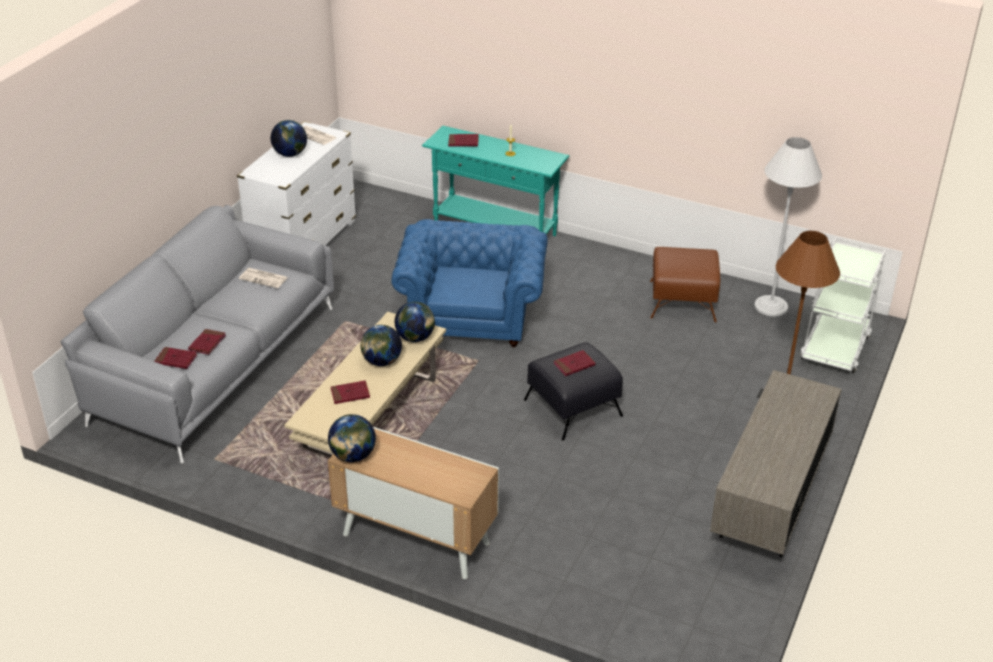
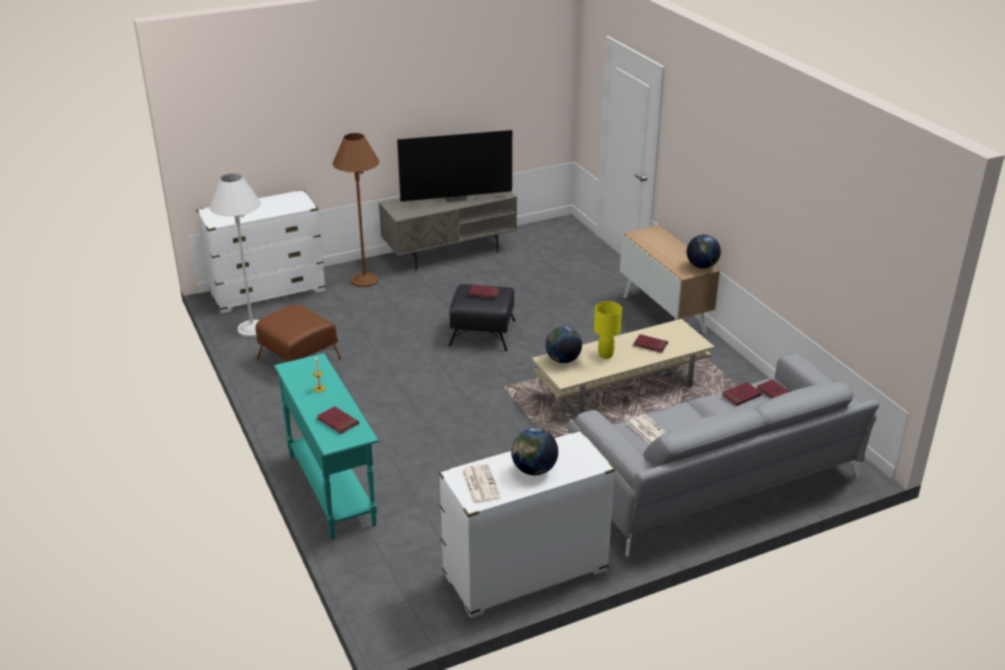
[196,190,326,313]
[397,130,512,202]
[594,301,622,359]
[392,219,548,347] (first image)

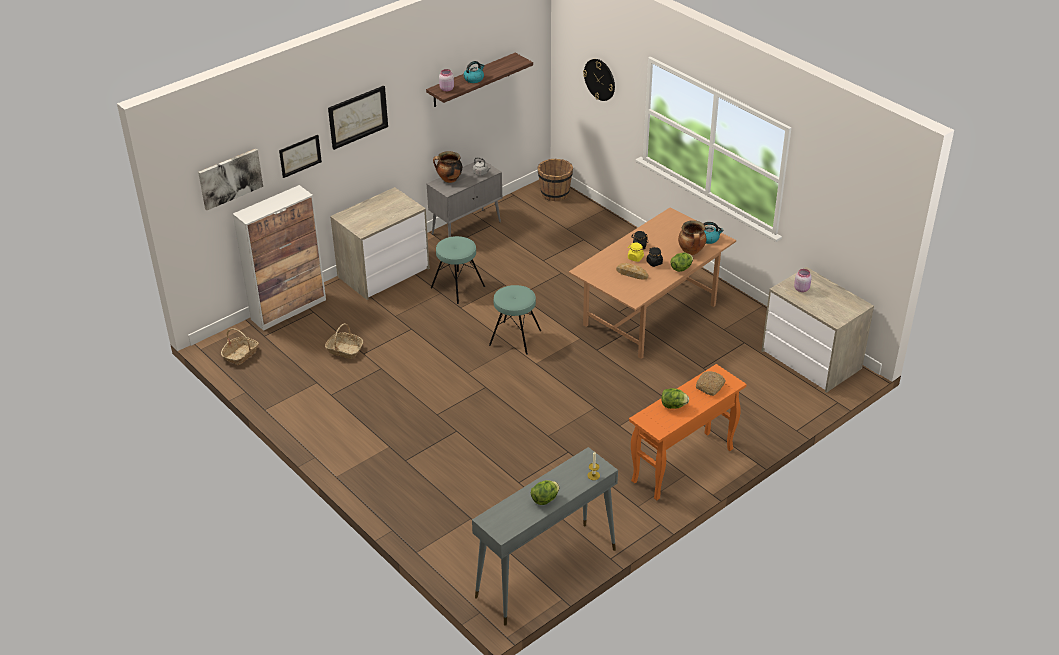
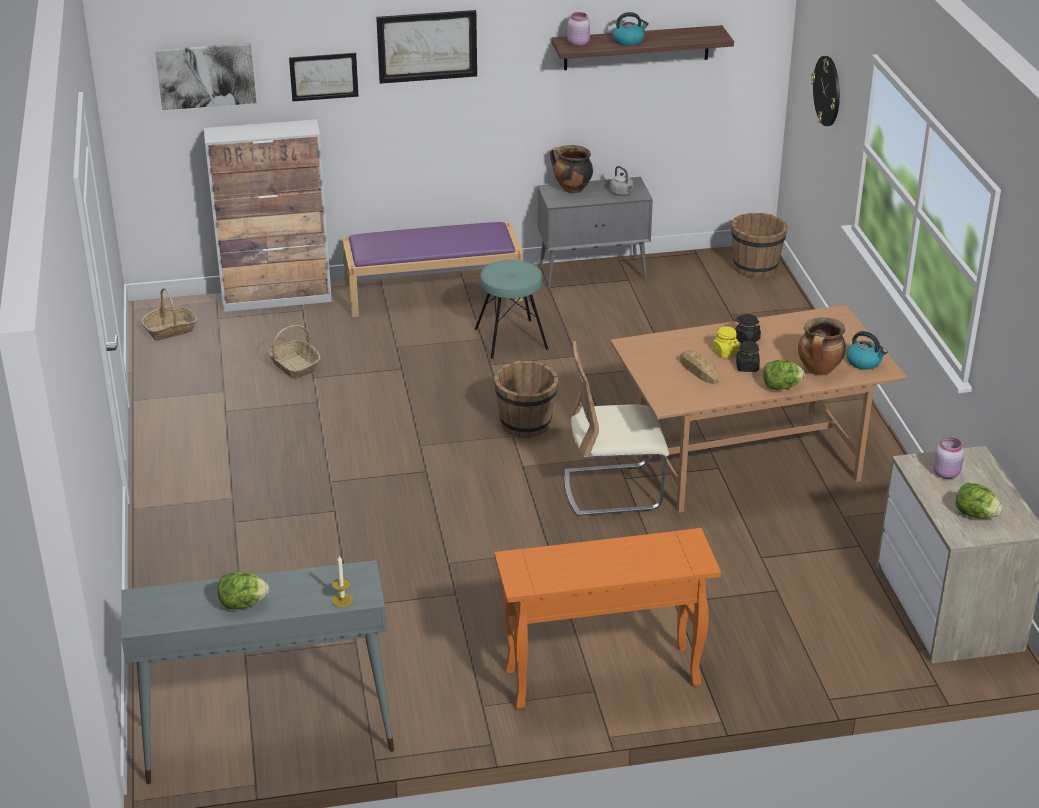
[342,222,523,317]
[494,360,558,438]
[565,341,669,516]
[956,483,1002,519]
[696,371,725,396] (first image)

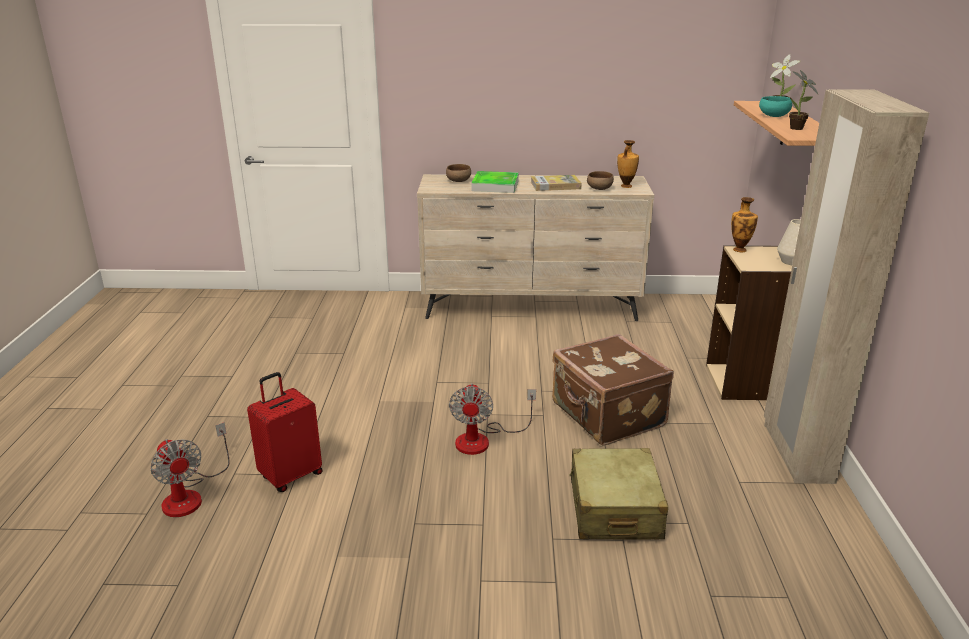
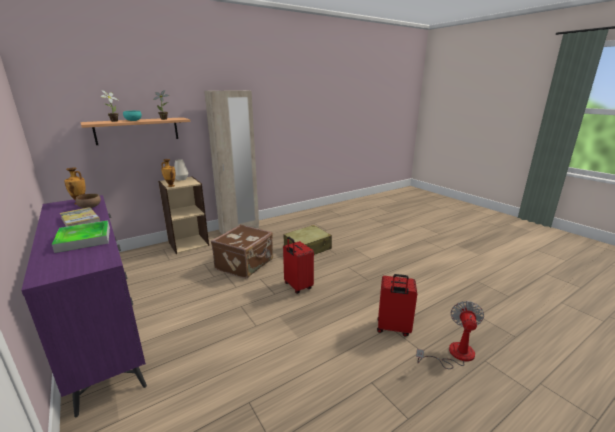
[21,195,147,418]
[283,236,314,294]
[446,164,471,182] (first image)

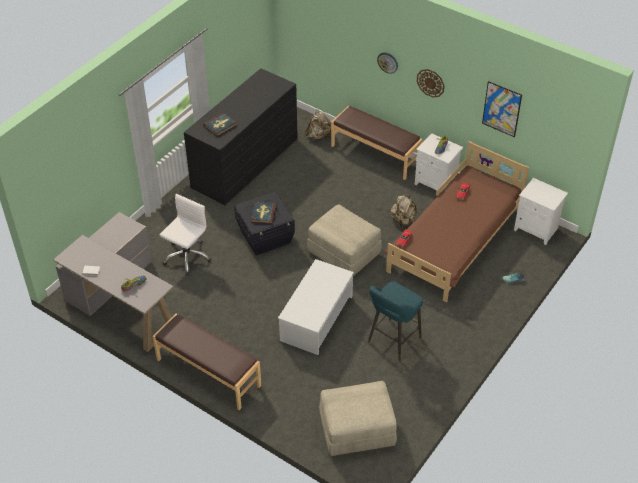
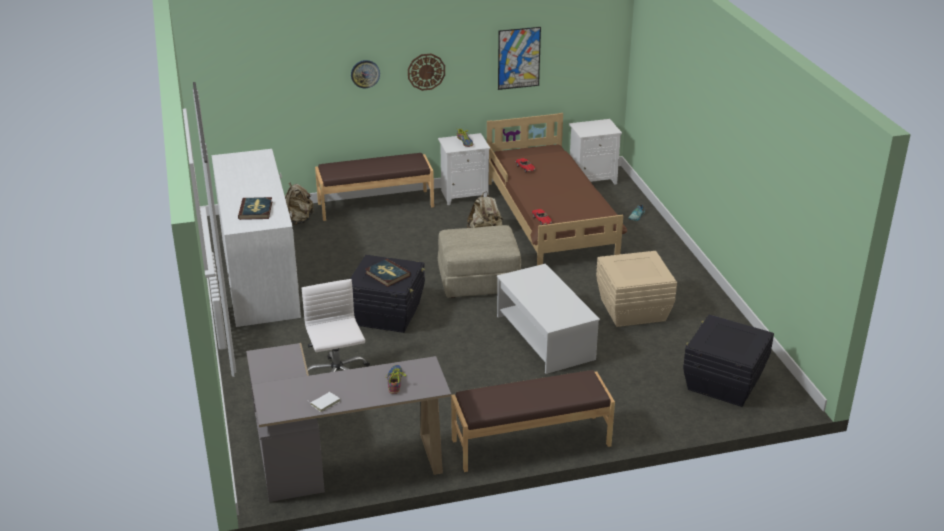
[212,149,301,327]
[596,251,677,327]
[683,315,774,407]

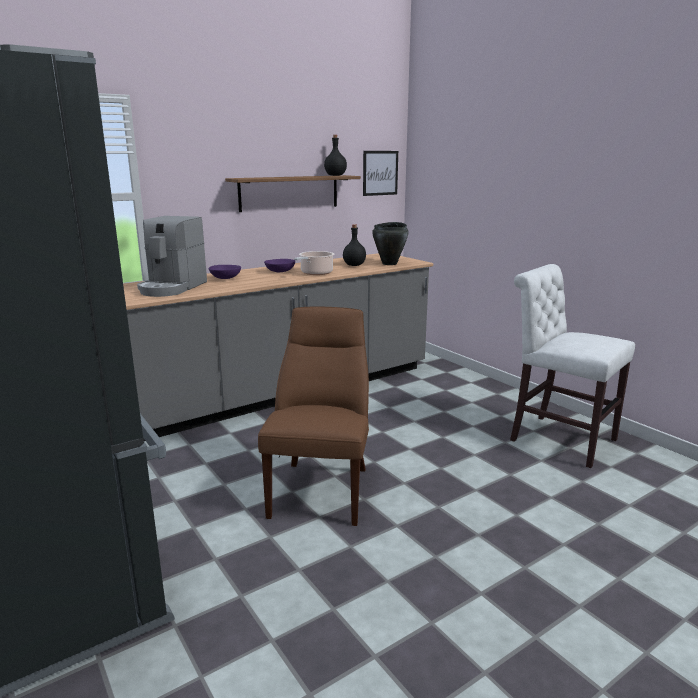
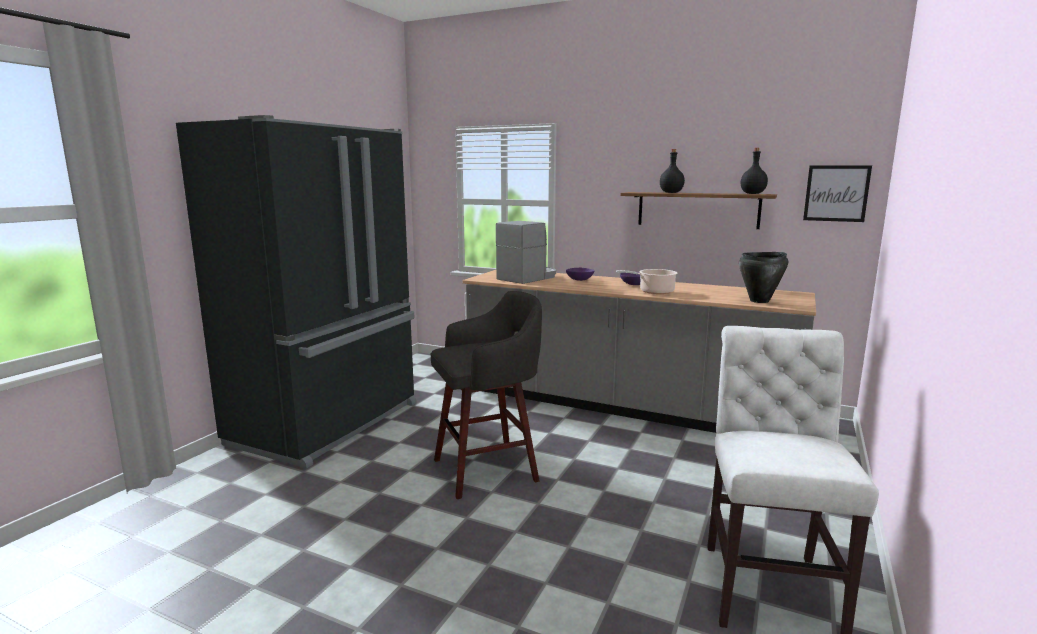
[431,291,542,499]
[496,221,556,284]
[660,149,685,193]

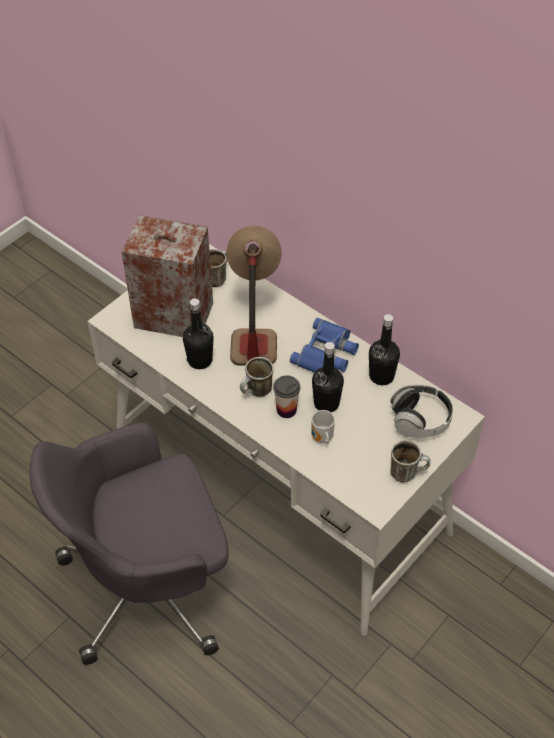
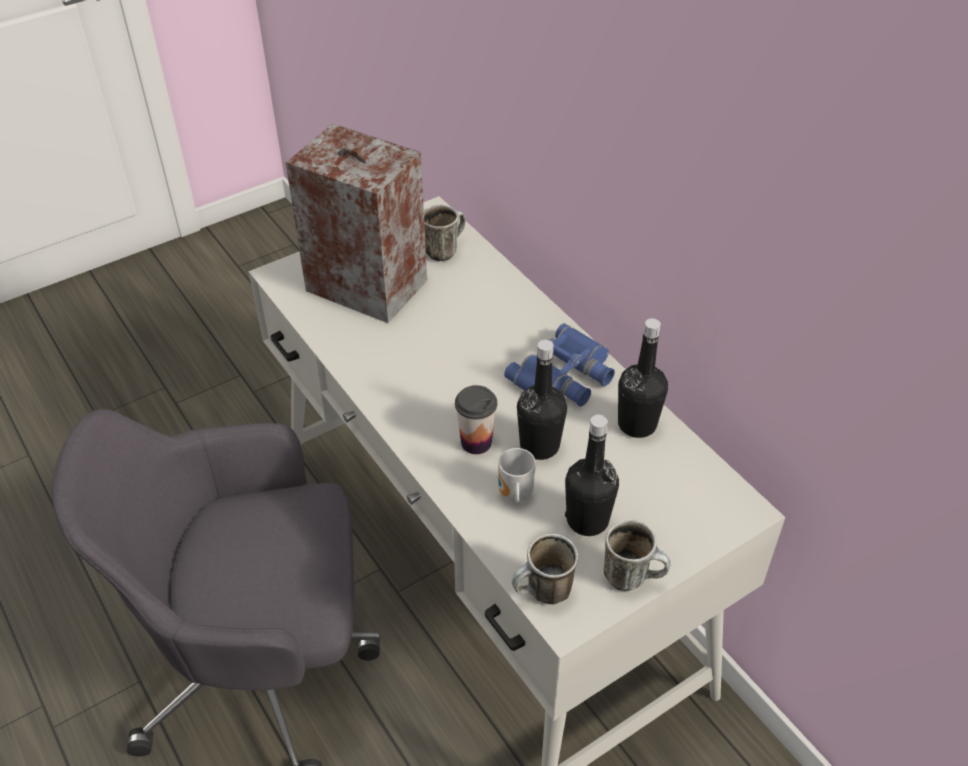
[512,533,578,605]
[565,415,619,536]
[226,225,282,366] (first image)
[390,385,453,438] (first image)

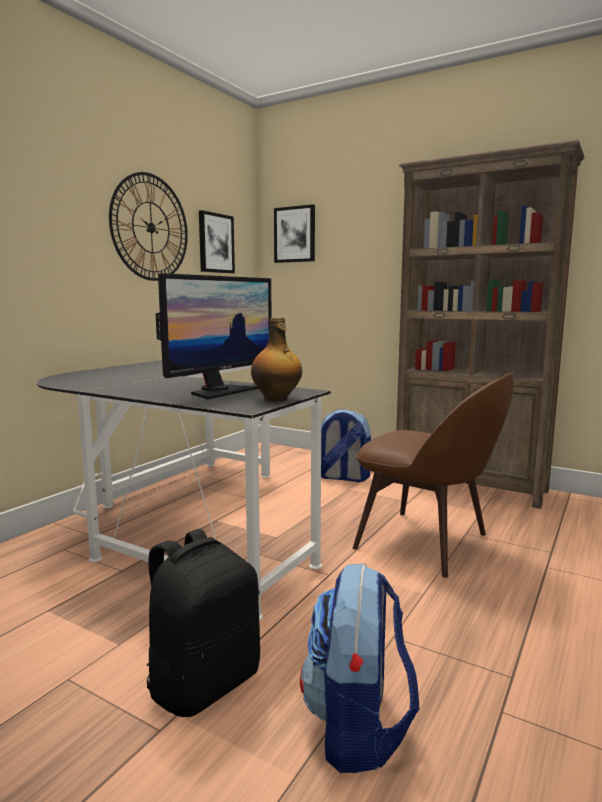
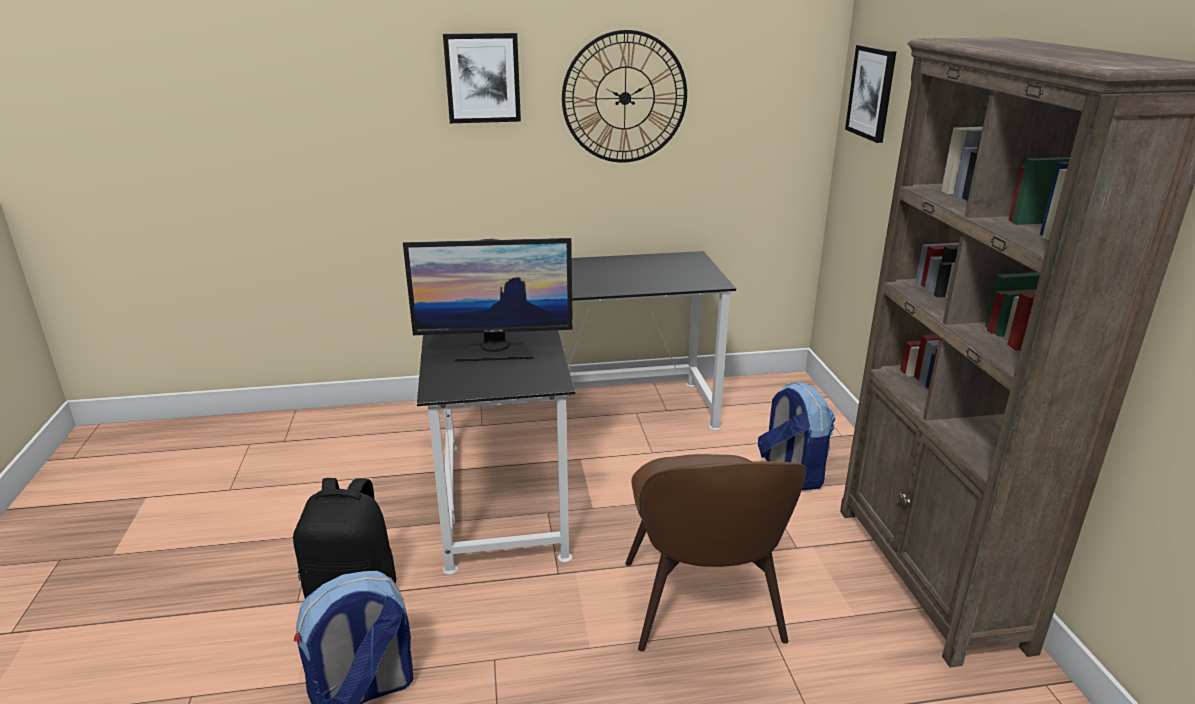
[443,33,521,123]
[251,317,302,402] (first image)

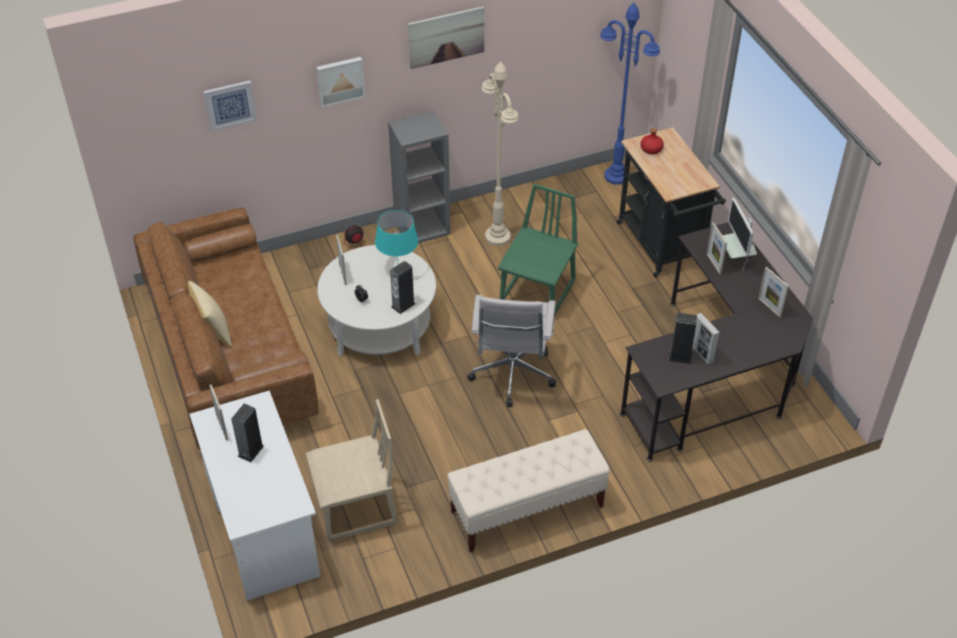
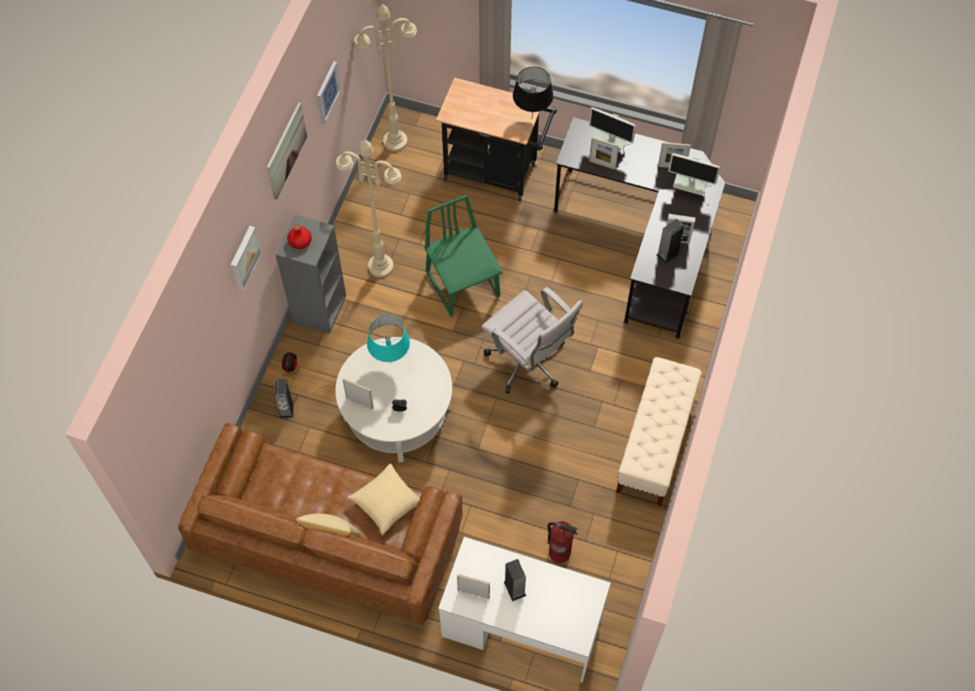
[275,379,293,418]
[287,225,312,249]
[317,61,341,125]
[347,463,420,536]
[354,4,417,152]
[513,67,553,115]
[547,521,577,563]
[668,153,720,195]

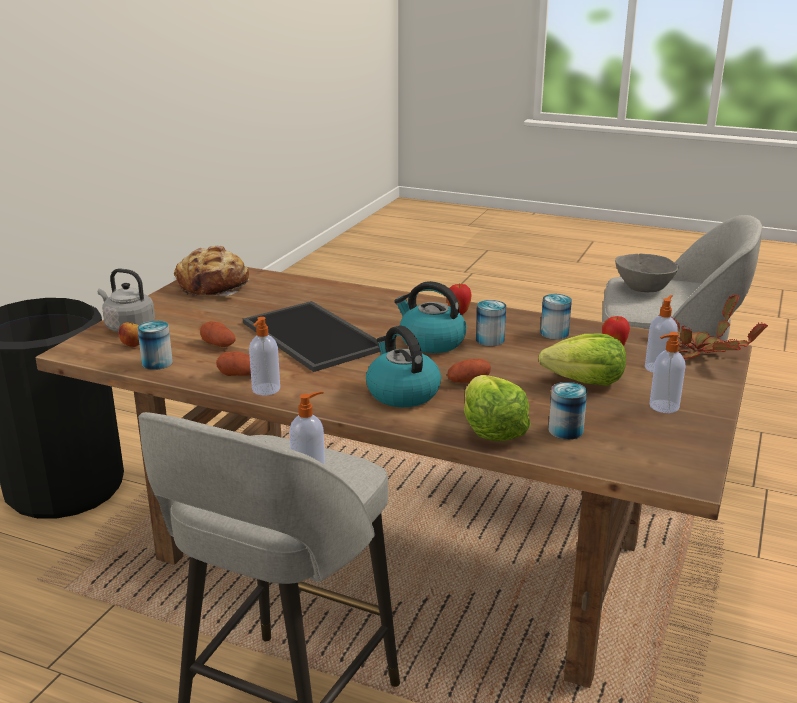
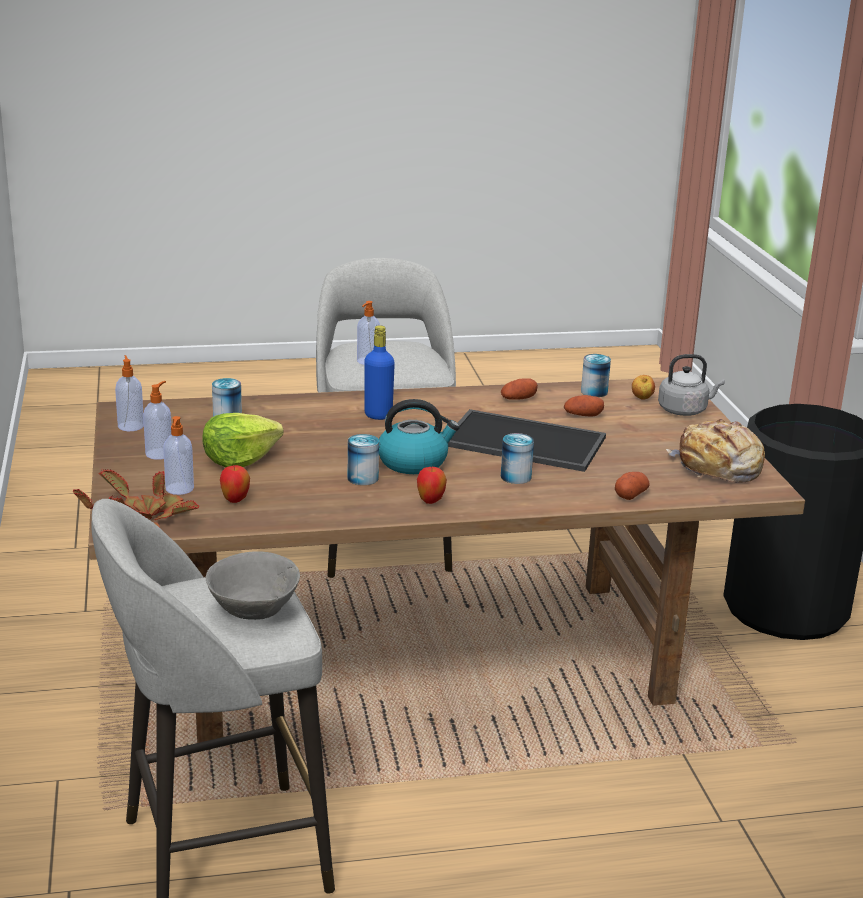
[115,355,144,431]
[364,325,395,420]
[501,433,534,484]
[615,472,650,500]
[464,375,531,441] (first image)

